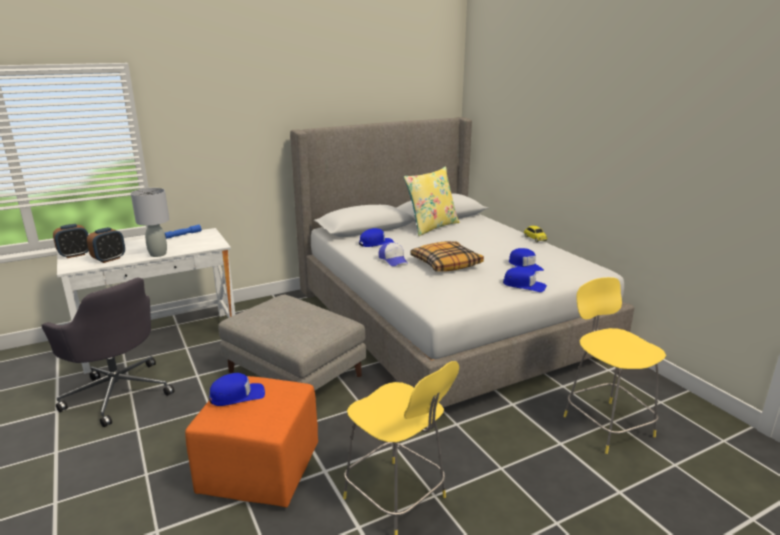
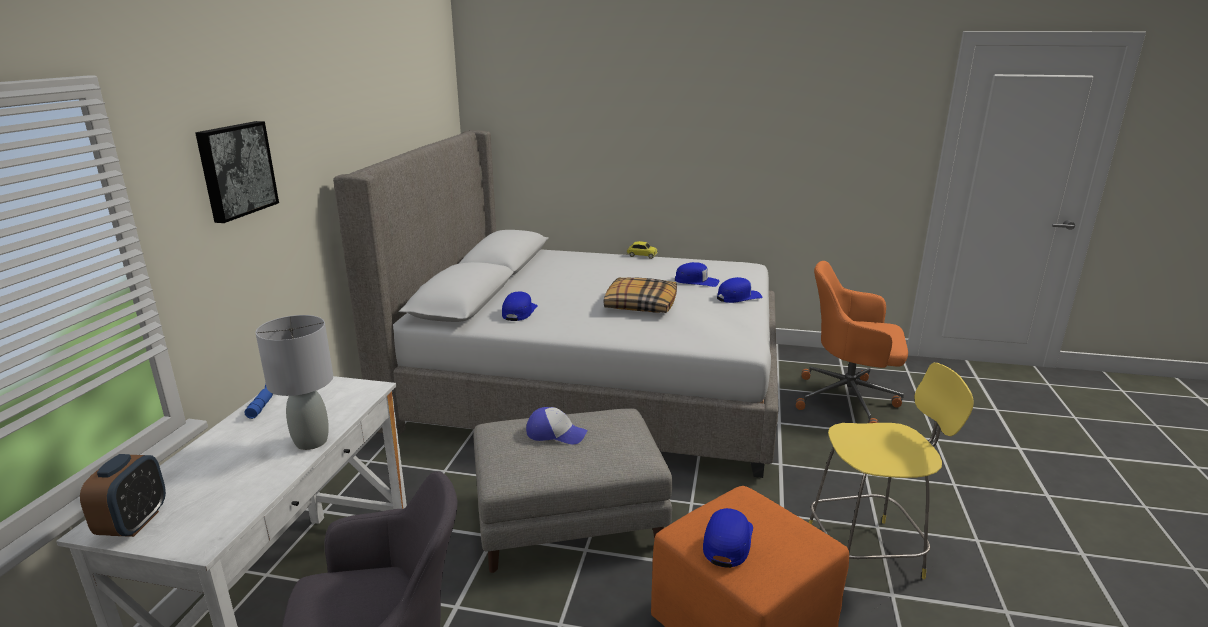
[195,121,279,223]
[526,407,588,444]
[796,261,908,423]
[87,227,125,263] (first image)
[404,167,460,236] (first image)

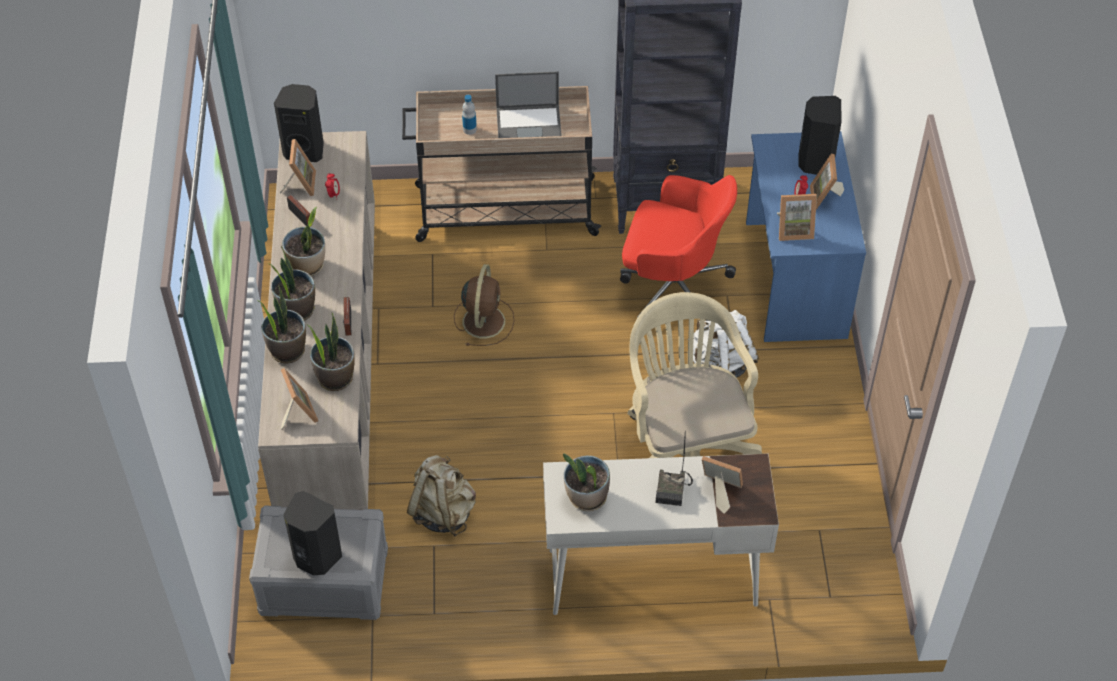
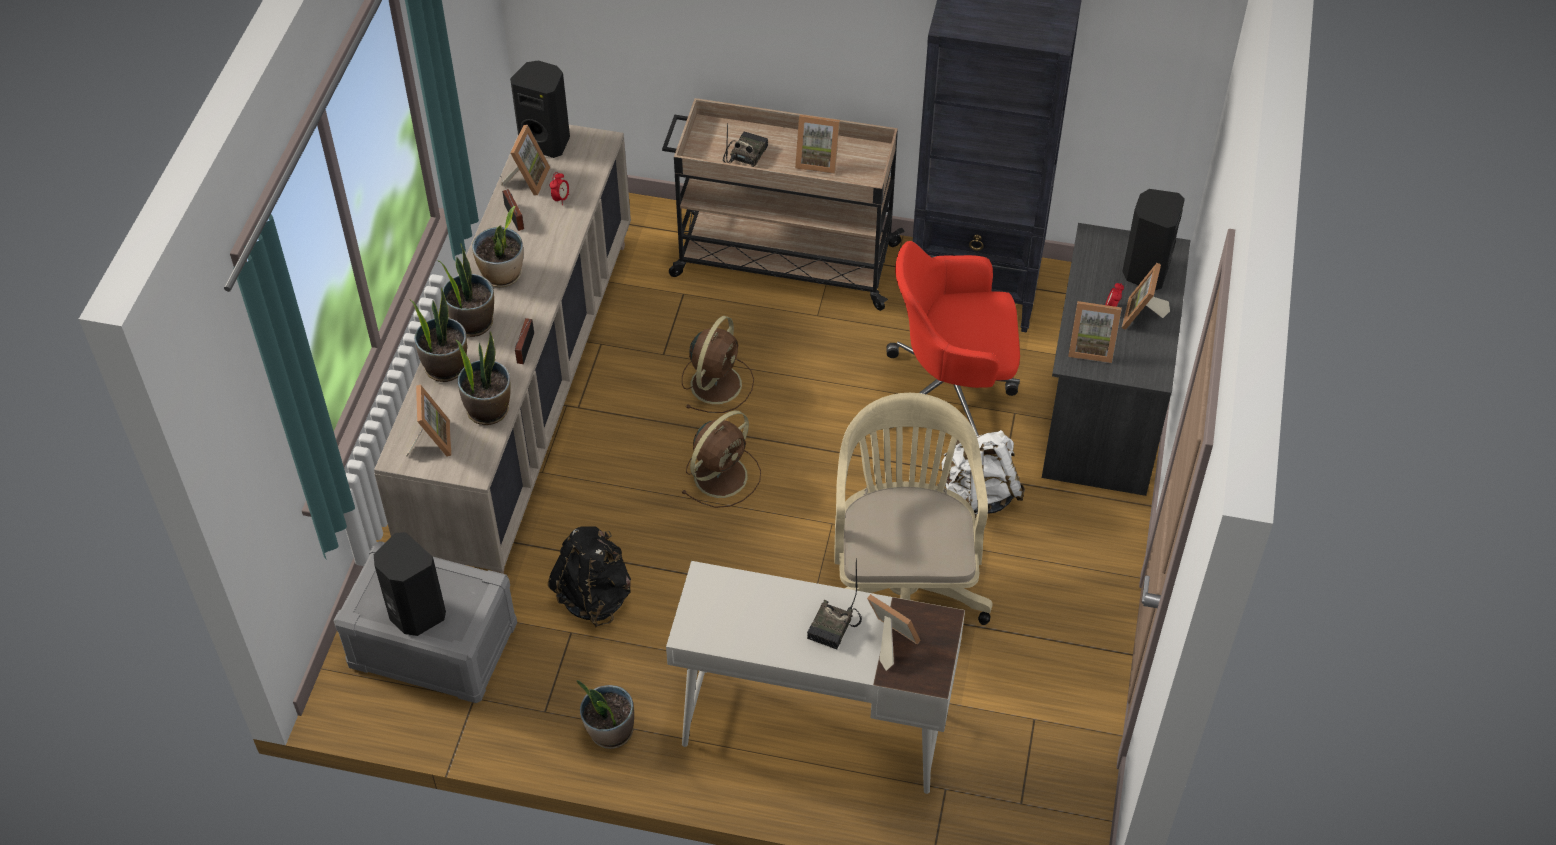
[548,526,631,627]
[577,680,634,749]
[681,411,761,508]
[723,123,768,167]
[795,115,840,174]
[886,241,1020,436]
[1042,223,1191,496]

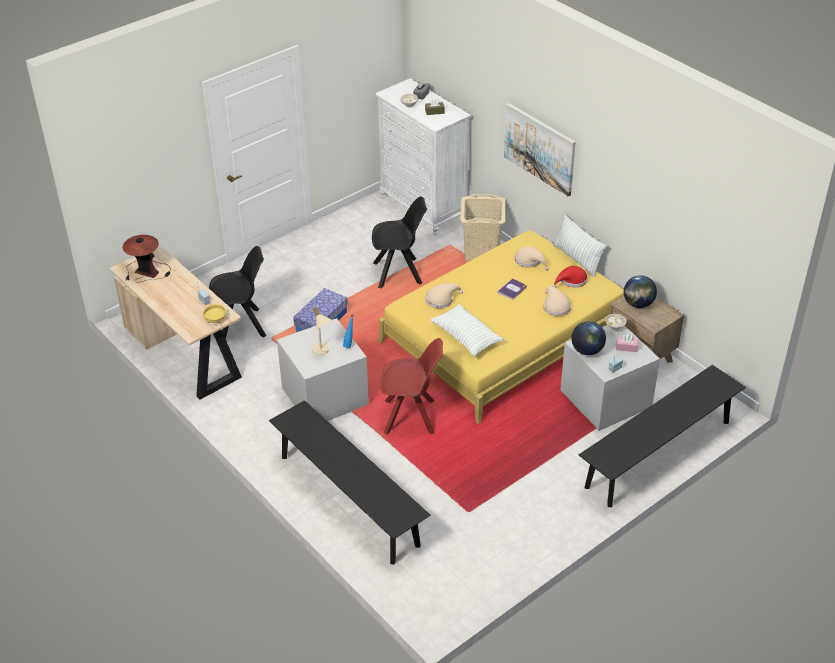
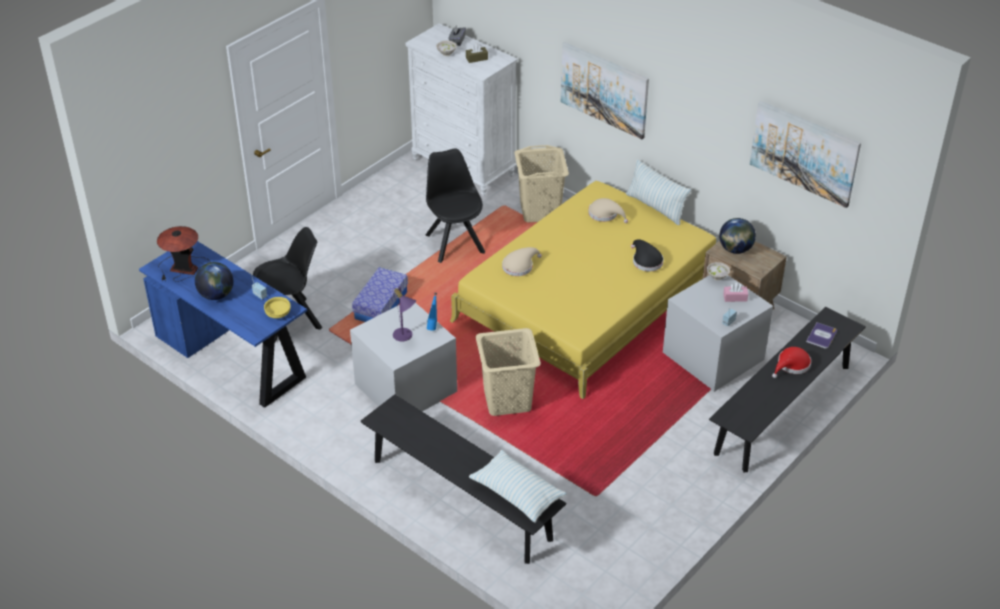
[139,241,307,408]
[195,262,233,300]
[392,286,416,341]
[425,148,485,263]
[469,450,567,523]
[476,328,541,416]
[631,239,664,272]
[750,101,861,208]
[772,347,811,378]
[806,322,837,349]

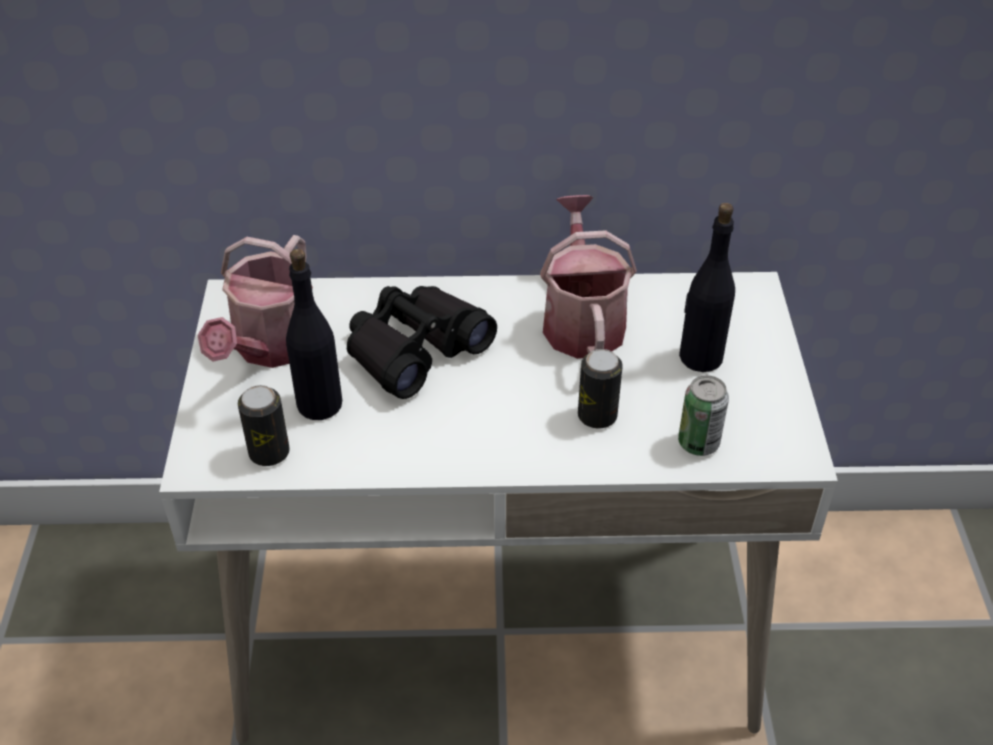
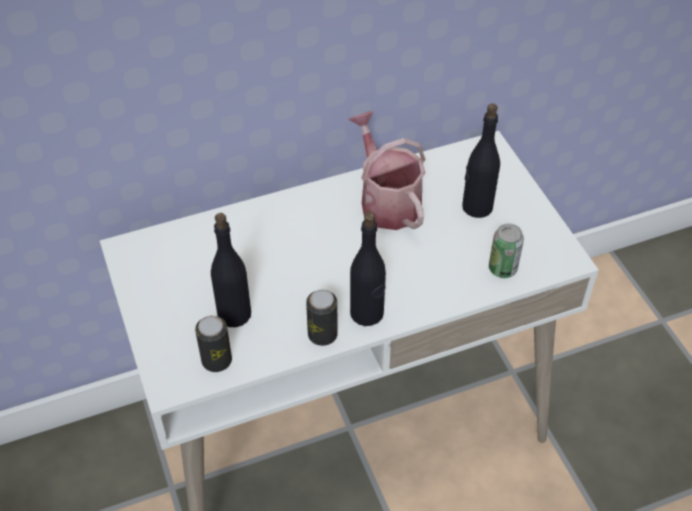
[306,290,338,346]
[350,212,386,326]
[197,235,313,368] (first image)
[347,286,497,399] (first image)

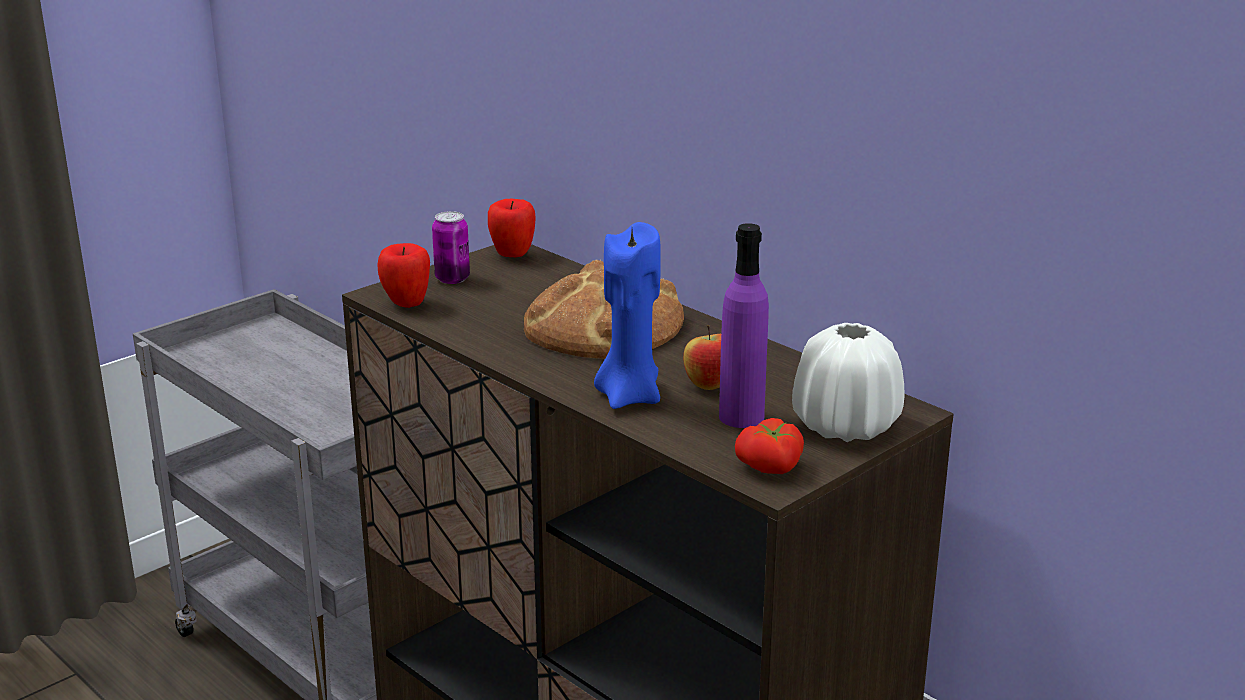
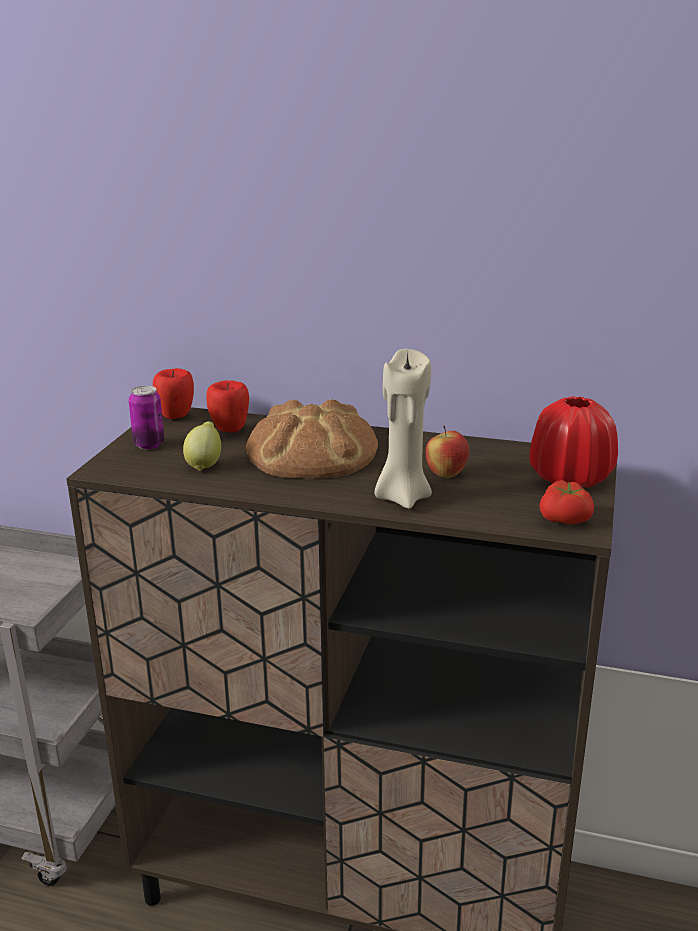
[183,421,221,471]
[207,380,249,432]
[374,349,432,509]
[529,396,618,488]
[719,223,769,428] (first image)

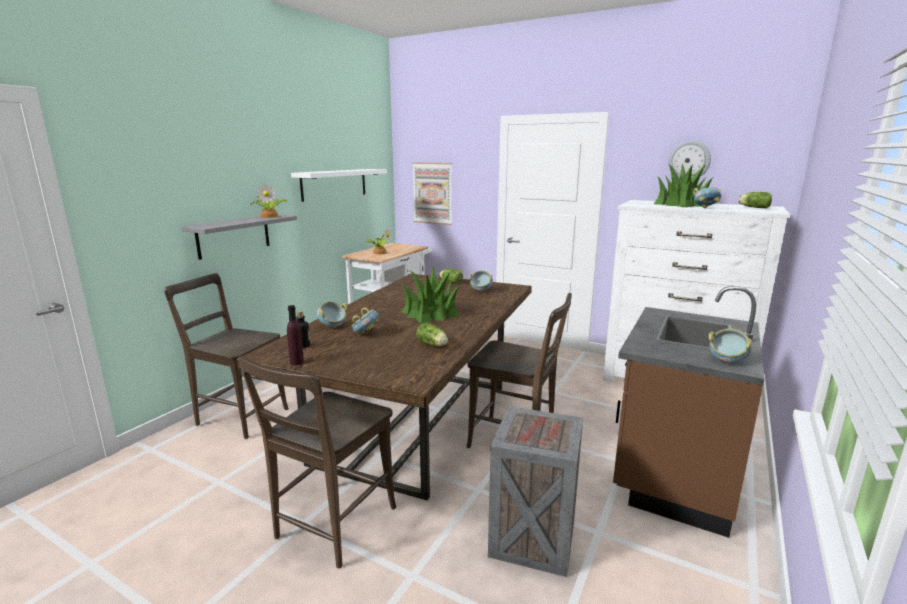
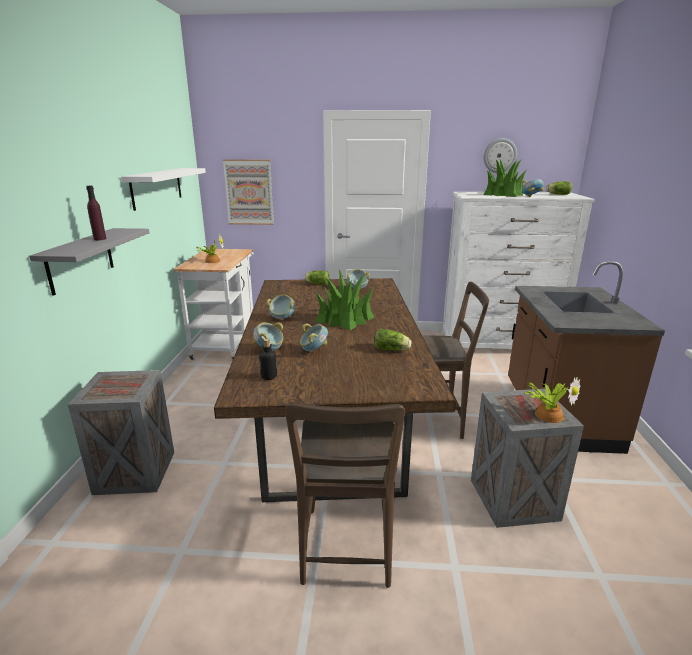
[68,370,174,495]
[86,186,106,240]
[267,295,295,320]
[524,377,580,423]

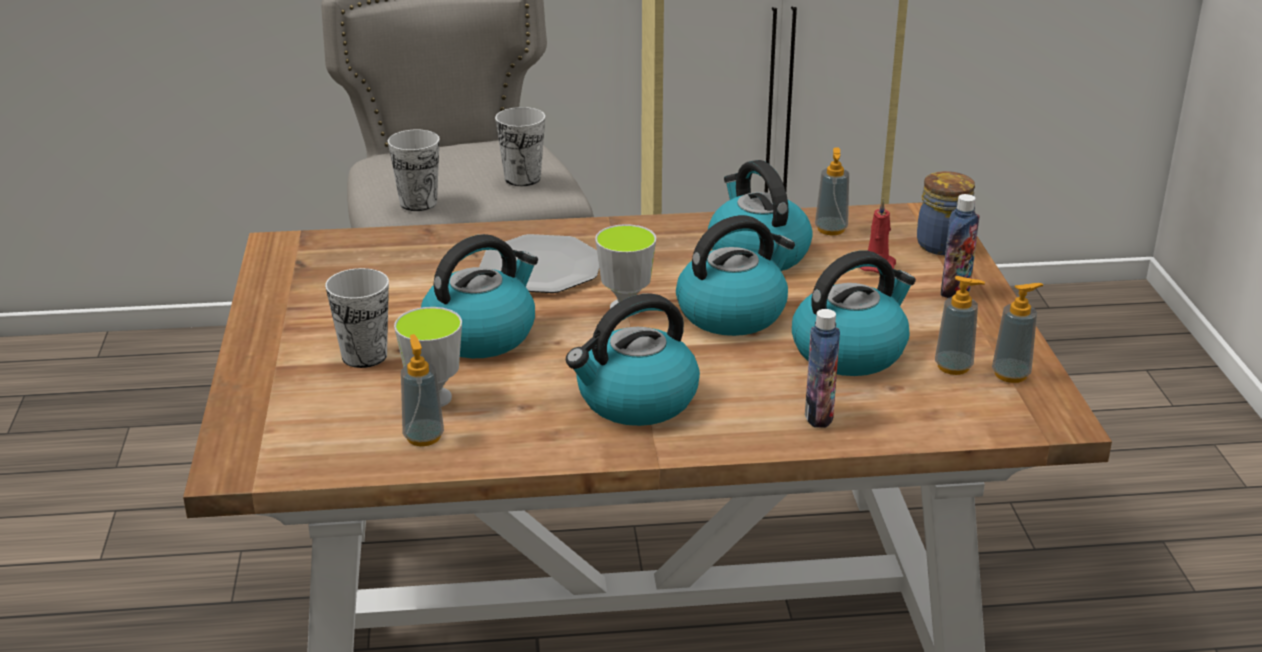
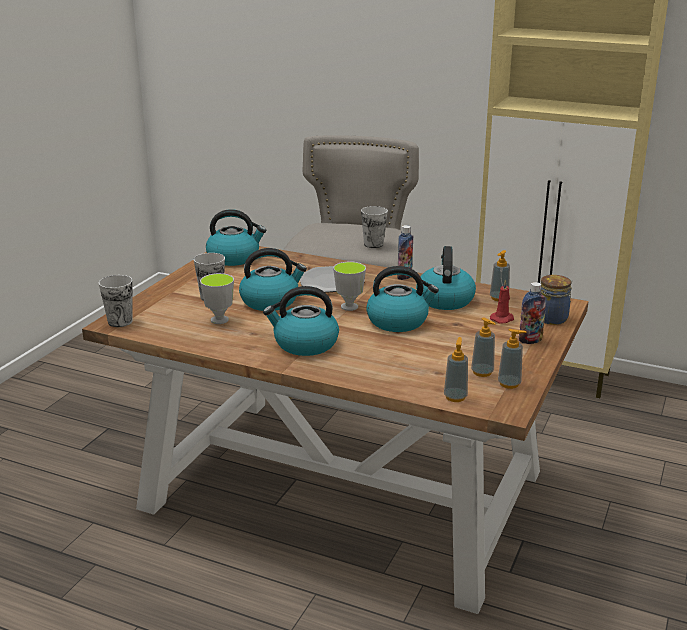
[99,275,133,327]
[206,209,266,266]
[397,225,413,280]
[444,337,468,402]

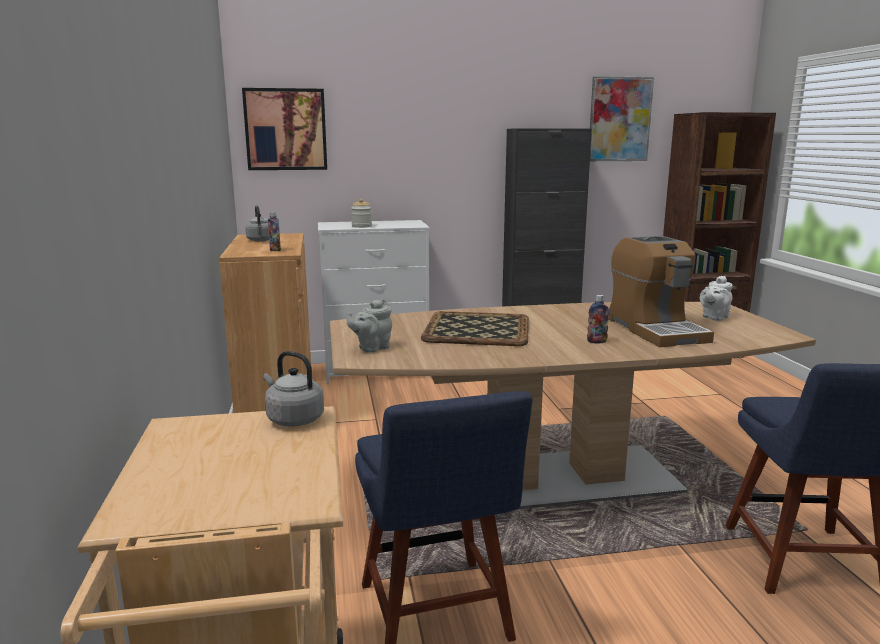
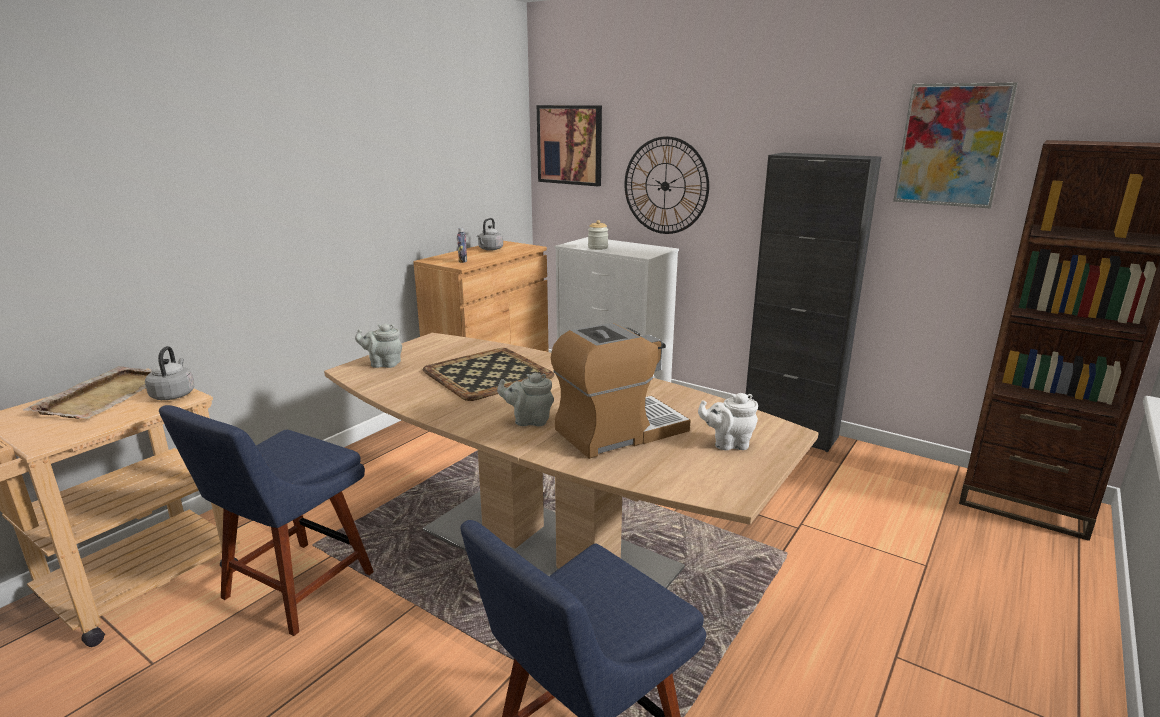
[23,366,152,419]
[497,373,554,426]
[551,323,691,459]
[624,136,709,234]

